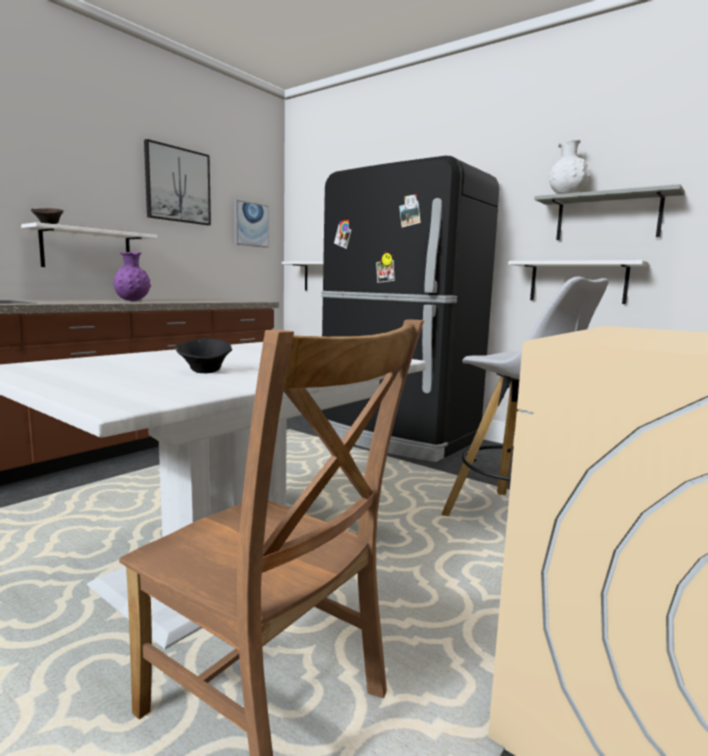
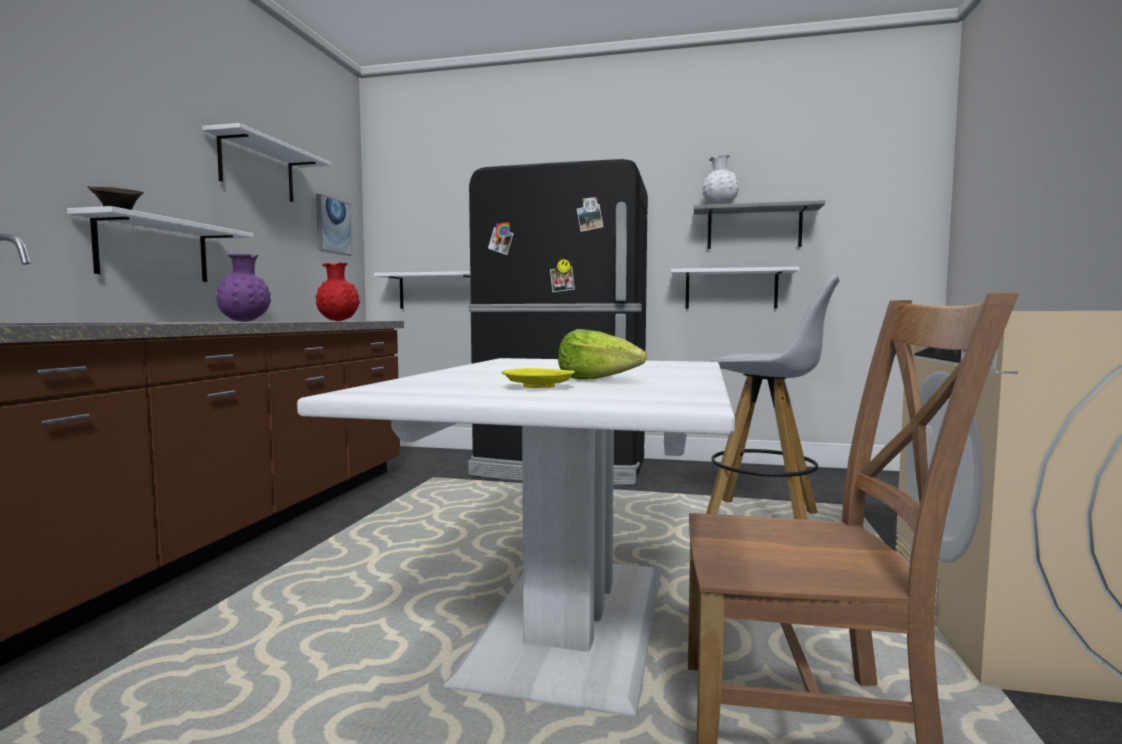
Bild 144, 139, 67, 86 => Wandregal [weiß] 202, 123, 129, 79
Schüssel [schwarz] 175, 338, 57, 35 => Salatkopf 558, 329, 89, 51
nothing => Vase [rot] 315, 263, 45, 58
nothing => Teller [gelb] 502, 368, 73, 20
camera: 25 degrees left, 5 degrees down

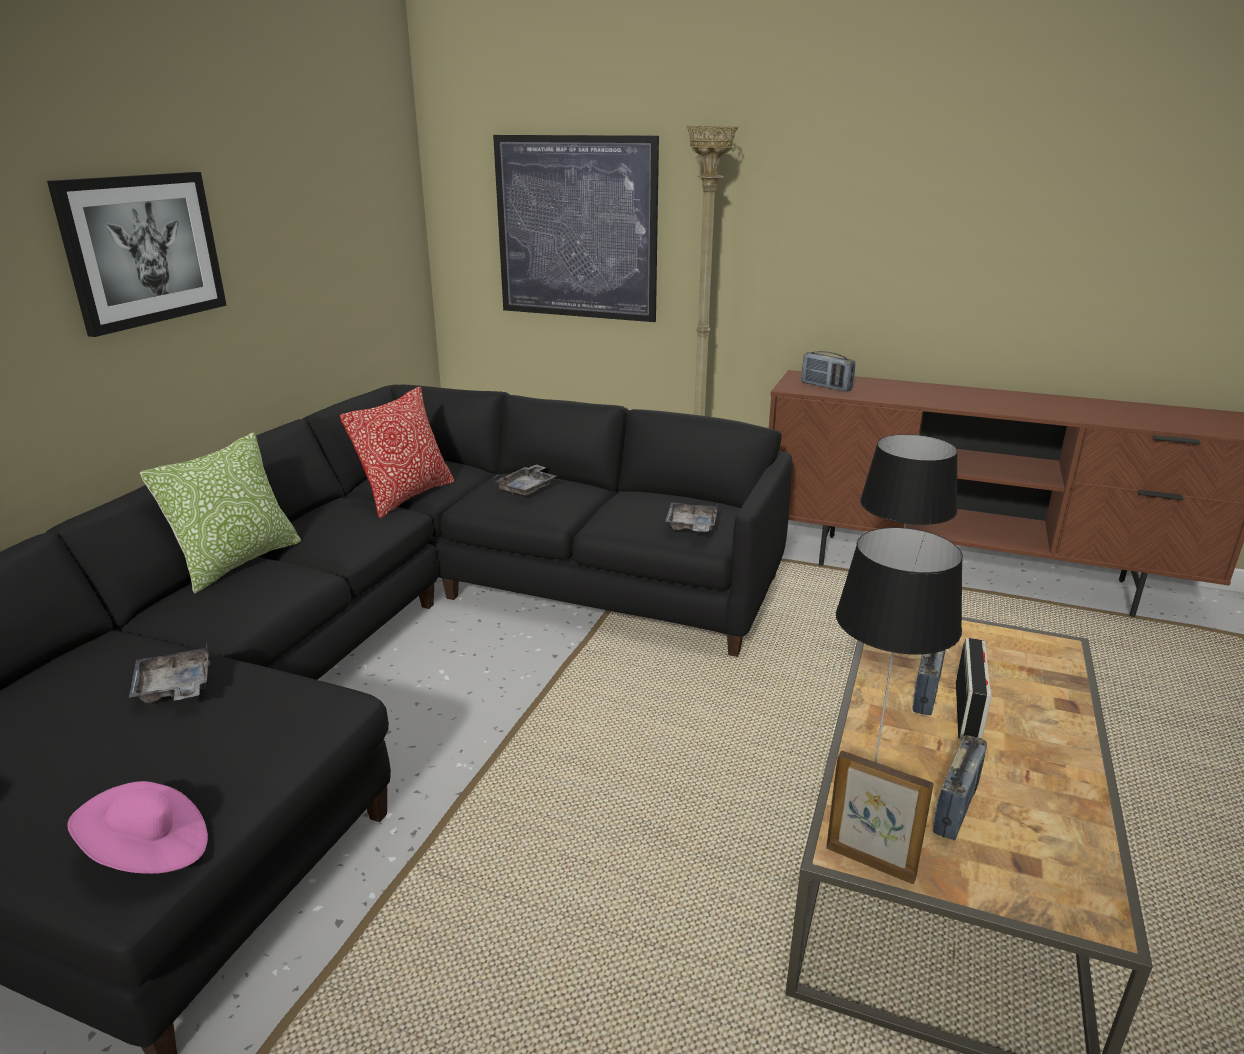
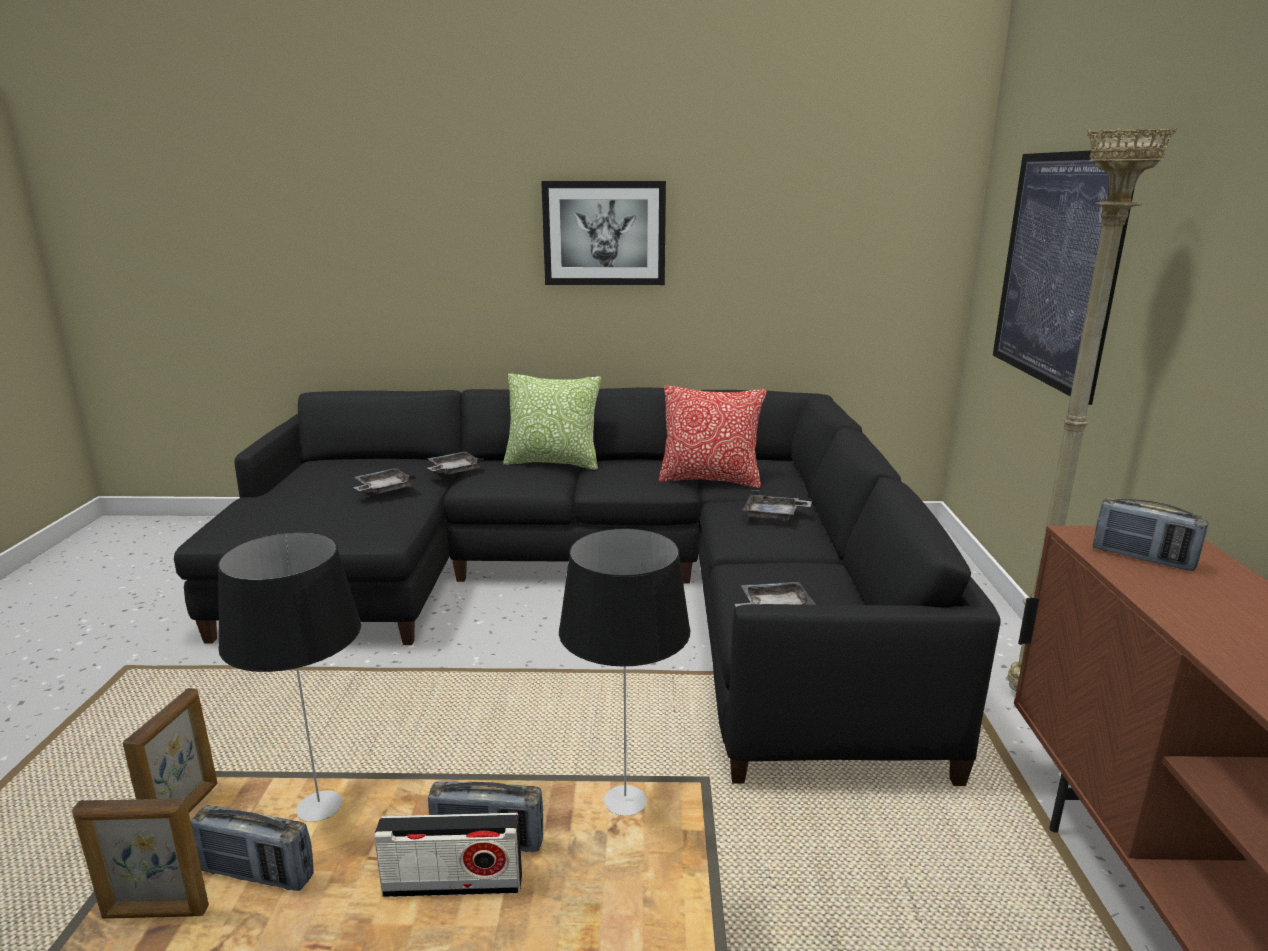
Radio 801, 351, 54, 40 => Radio 1093, 498, 115, 73, 75 degrees counterclockwise
Hut [rosa] 67, 781, 141, 93 => nothing
nothing => Tablett [grau] 427, 451, 57, 23
nothing => Bilderrahmen 72, 798, 137, 121
camera: 70 degrees right, 5 degrees down

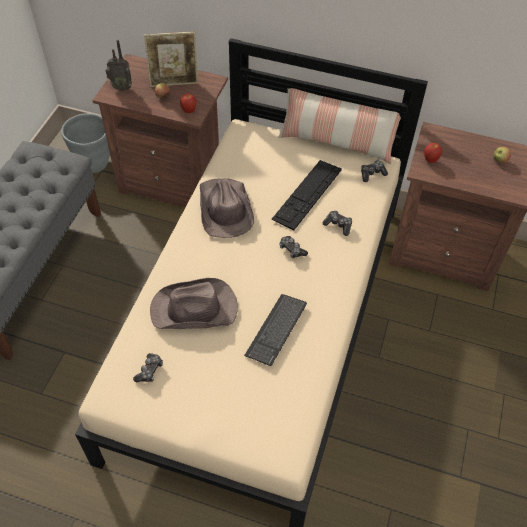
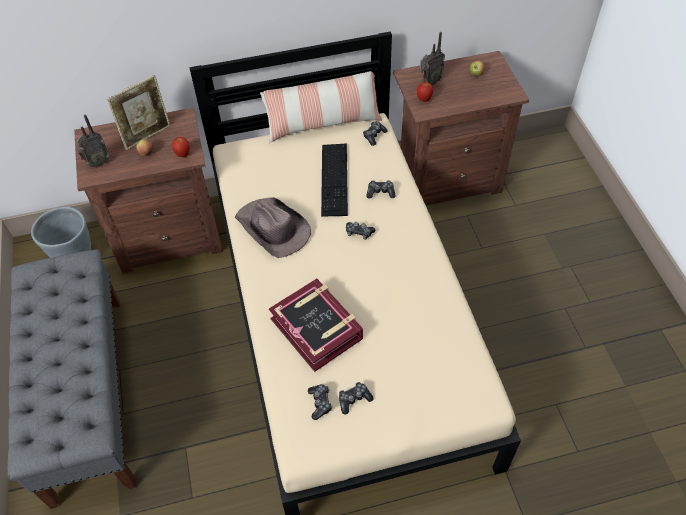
Hut [braun] 150, 278, 88, 51 => Buch 269, 278, 94, 94
Tastatur 244, 294, 63, 72 => nothing
nothing => Radio 420, 32, 25, 53
nothing => Gamepad 339, 382, 34, 32
camera: 30 degrees left, 0 degrees up

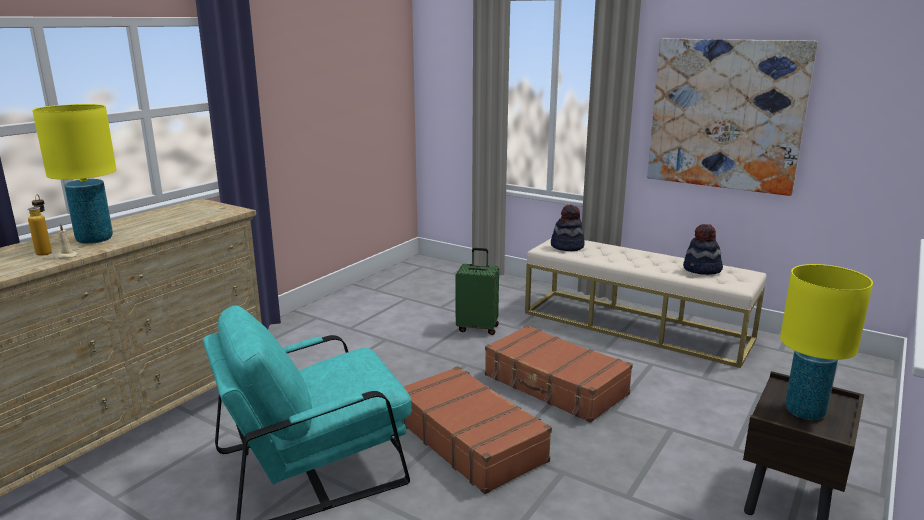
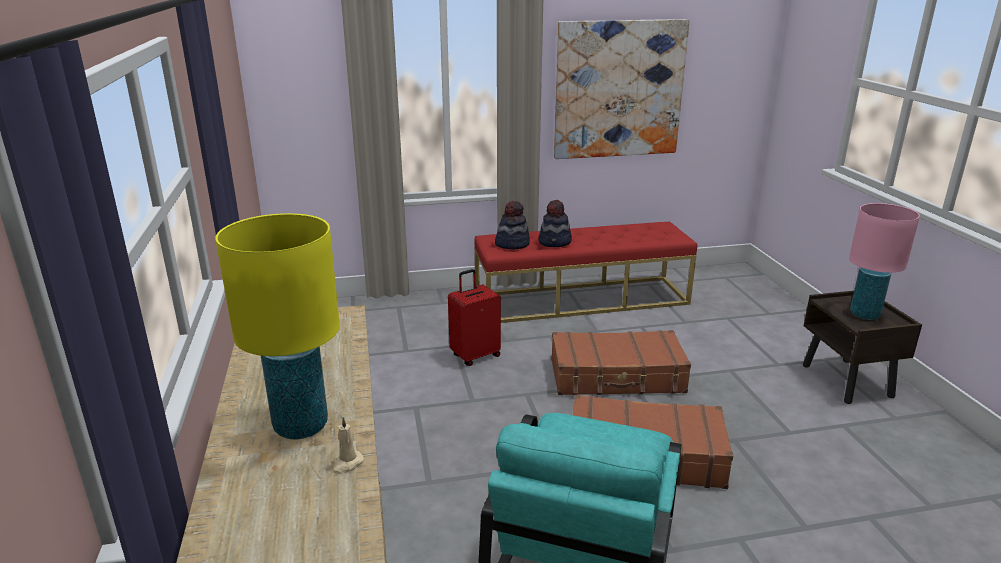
Flasche 28, 194, 24, 62 => nothing
Hut 683, 224, 40, 51 => Hut 538, 200, 34, 47, relocated
Bank [beige] 525, 239, 241, 129 => Bank [rot] 474, 222, 224, 101
Koffer [grün] 455, 248, 44, 87 => Koffer [rot] 448, 269, 53, 97
Tischlampe [gelb] 780, 264, 93, 156 => Tischlampe [rosa] 849, 203, 71, 117
camera: 45 degrees left, 5 degrees up

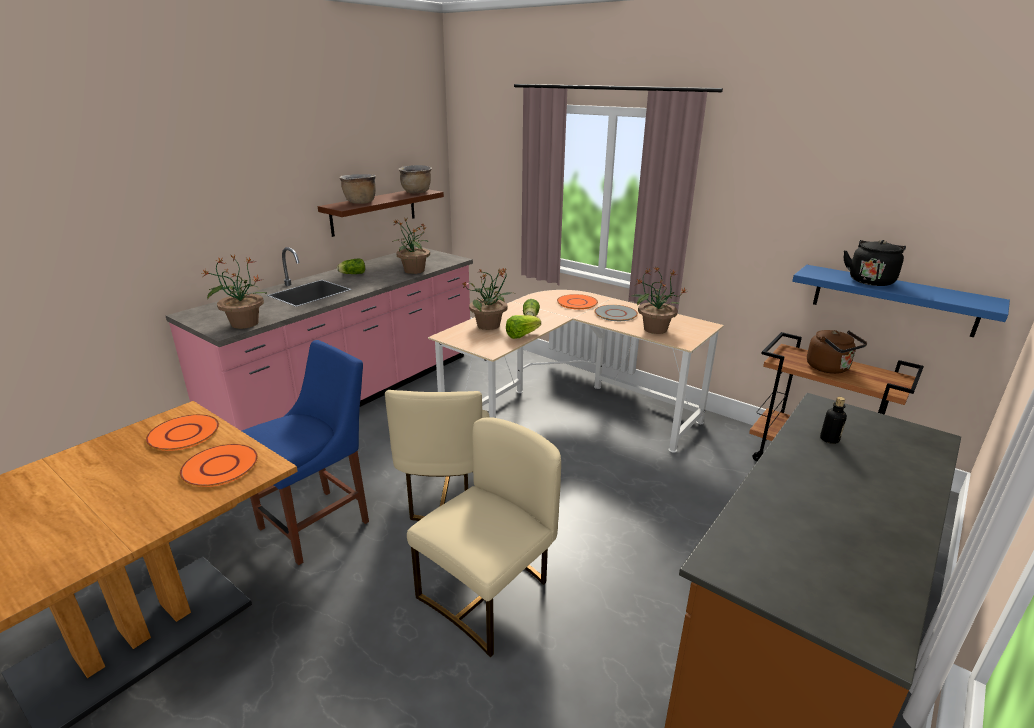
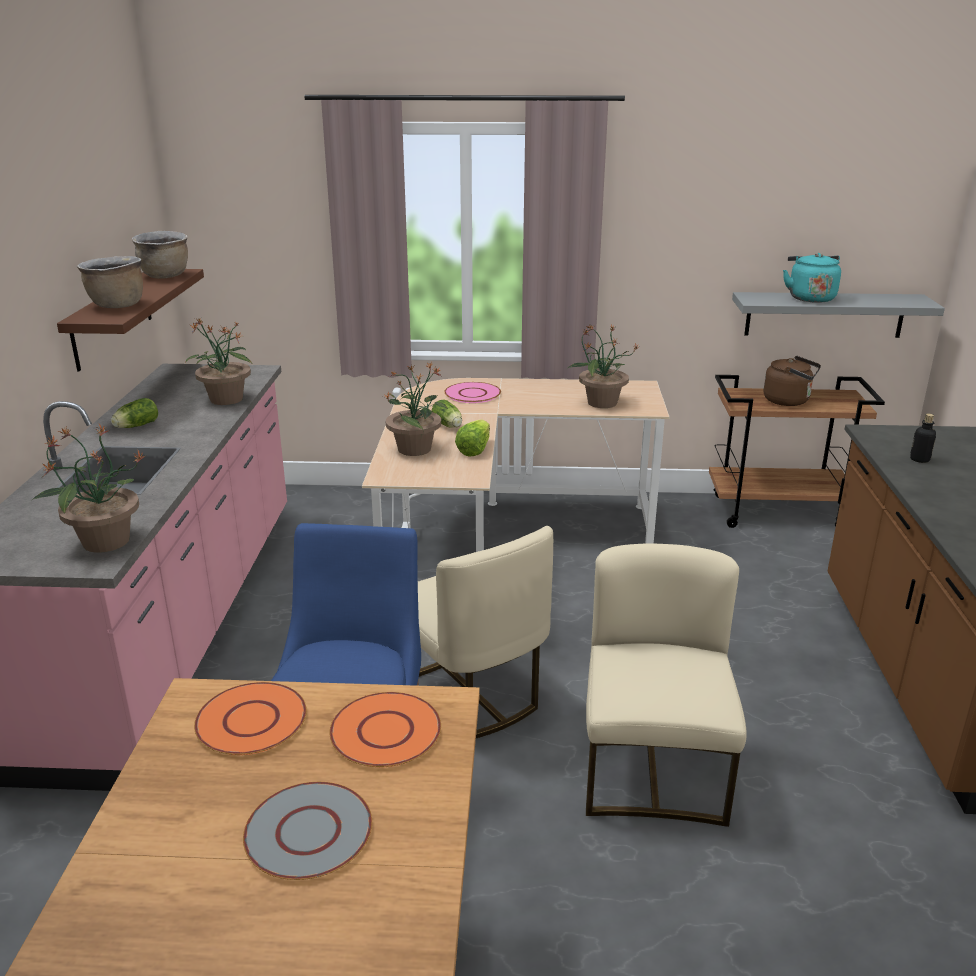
Wasserkessel [schwarz] 844, 240, 62, 46 => Wasserkessel [türkis] 783, 253, 58, 50
Wandregal [blau] 792, 265, 218, 72 => Wandregal [grau] 732, 292, 213, 46
Teller [orange] 557, 294, 41, 16 => Teller [rosa] 444, 382, 57, 21
Teller [grau] 595, 305, 43, 16 => Teller [grau] 243, 782, 129, 98, relocated
camera: 35 degrees left, 0 degrees up

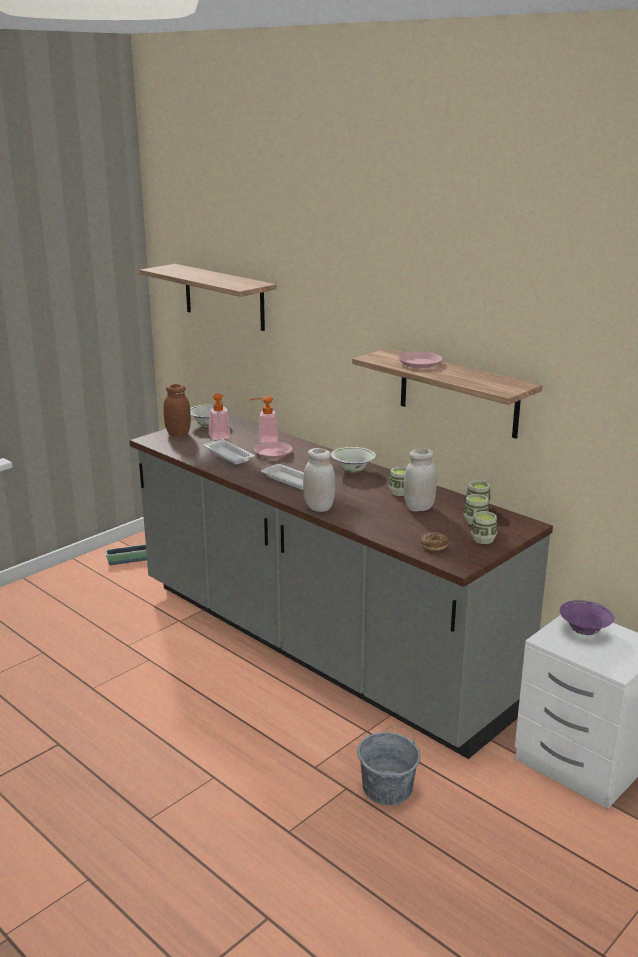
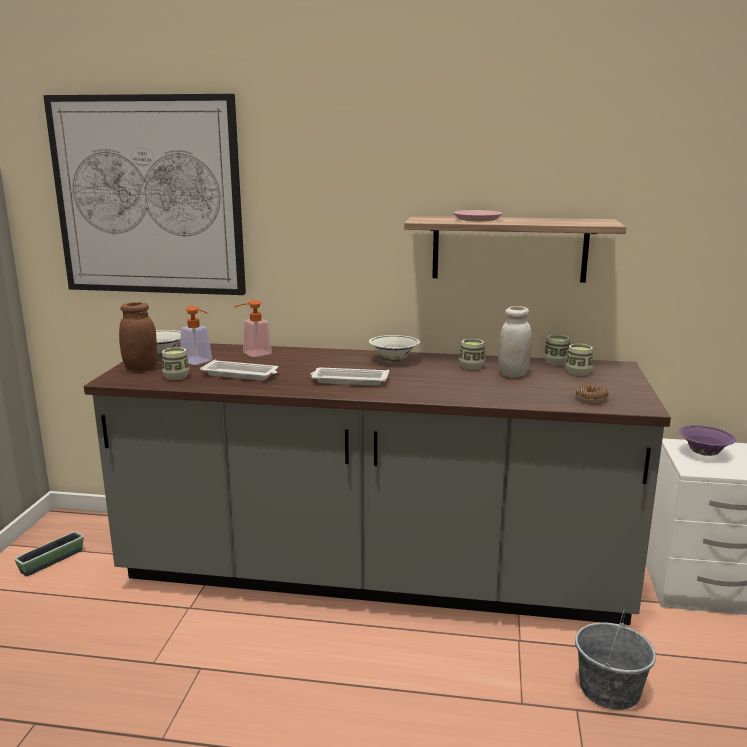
Wandregal 139, 264, 138, 67 => Bild 43, 94, 203, 201
Teller [rosa] 254, 442, 39, 17 => nothing
Vorratsglas [weiß] 303, 448, 32, 64 => nothing
Tasse 471, 511, 26, 33 => Tasse 162, 347, 27, 33, relocated
camera: 35 degrees left, 5 degrees down

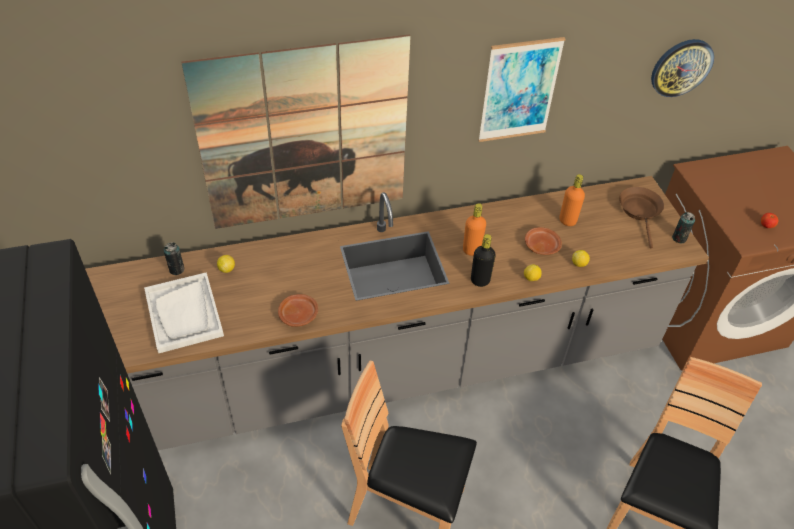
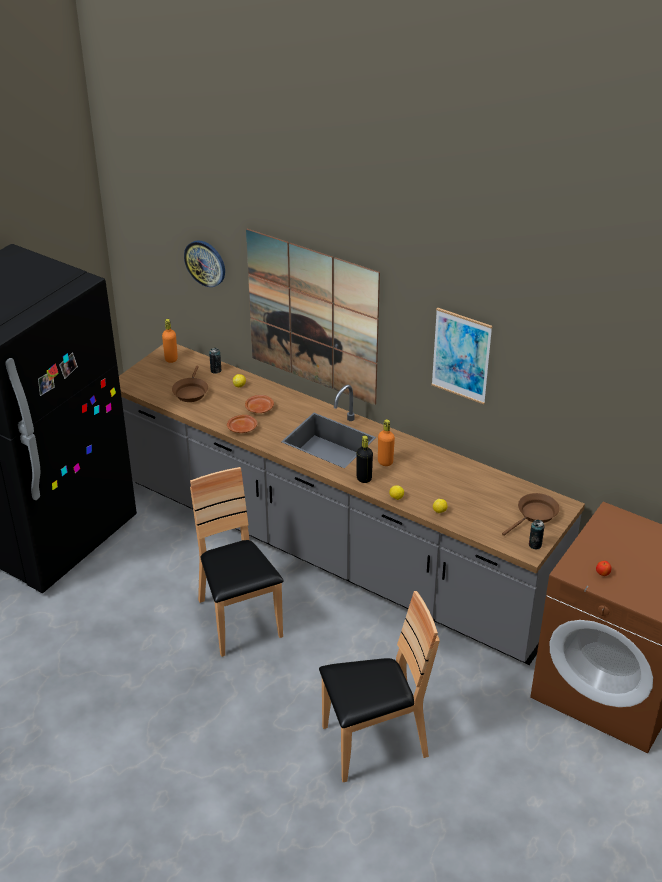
Wanduhr 651, 39, 63, 58 => Wanduhr 184, 240, 41, 47, relocated
Flasche [orange] 559, 174, 26, 52 => Flasche [orange] 162, 319, 16, 44, relocated
Teller [braun] 525, 227, 37, 28 => Teller [braun] 245, 395, 29, 18, relocated
Tablett [weiß] 144, 272, 80, 81 => Pfanne [braun] 172, 366, 36, 36
camera: 50 degrees right, 10 degrees down

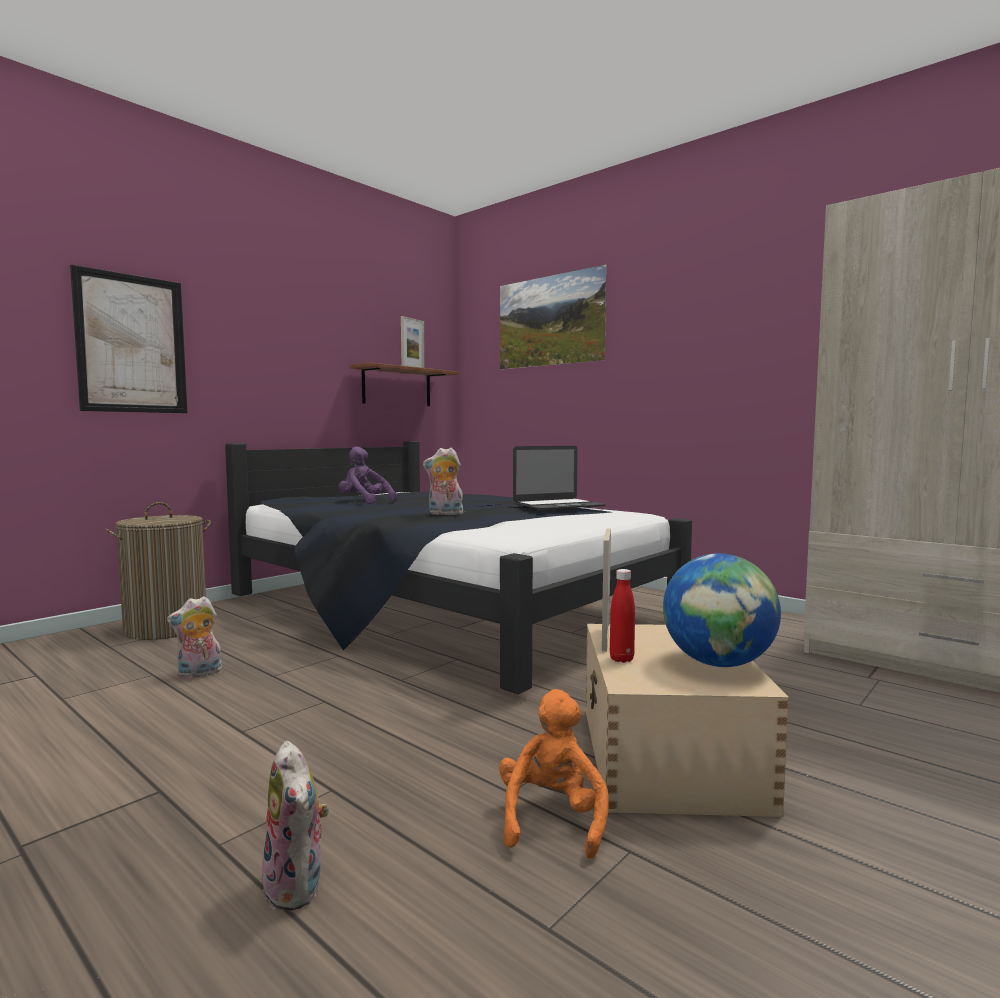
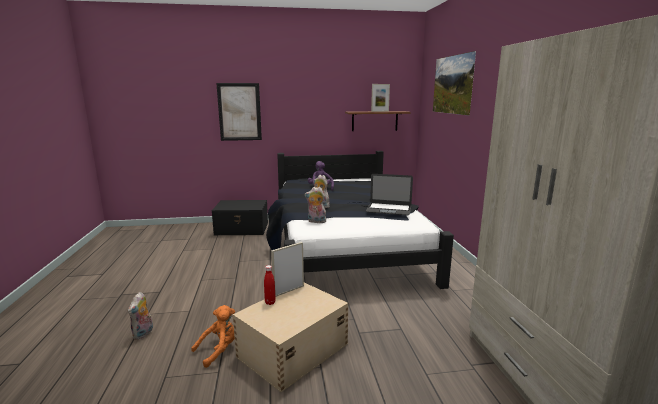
Wäschekorb 105, 502, 106, 138 => Aufbewahrungsbox [schwarz] 212, 200, 56, 35
Globus 663, 553, 118, 114 => nothing
Plüschtier 167, 596, 55, 82 => Plüschtier 305, 187, 21, 36, relocated
camera: 40 degrees right, 10 degrees up

